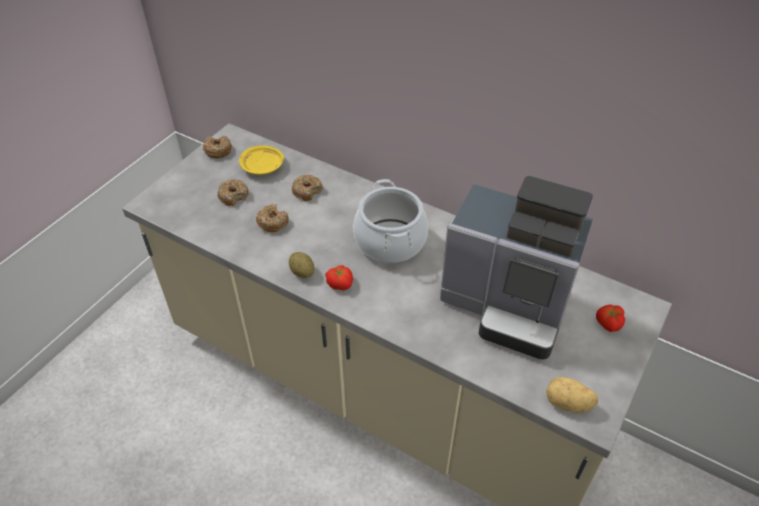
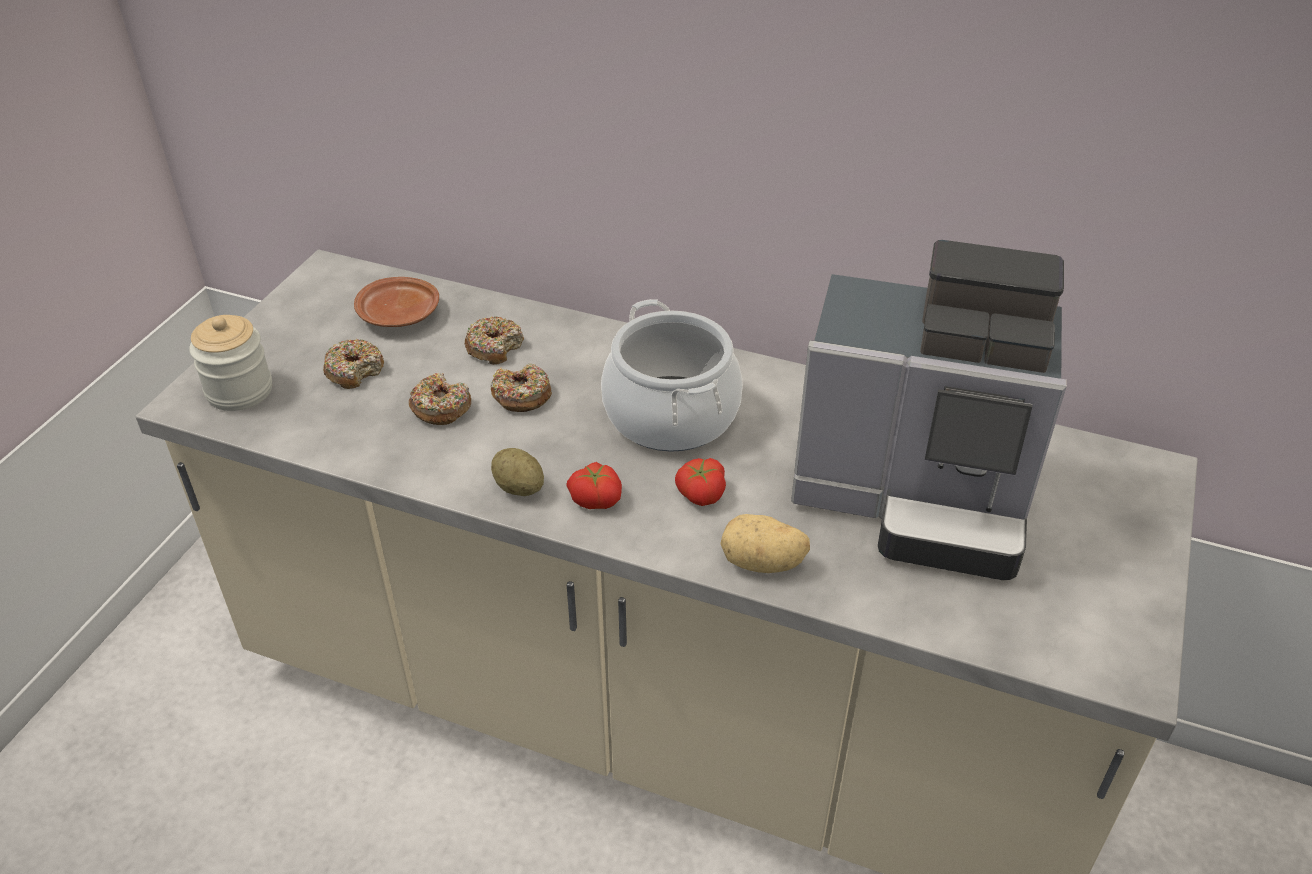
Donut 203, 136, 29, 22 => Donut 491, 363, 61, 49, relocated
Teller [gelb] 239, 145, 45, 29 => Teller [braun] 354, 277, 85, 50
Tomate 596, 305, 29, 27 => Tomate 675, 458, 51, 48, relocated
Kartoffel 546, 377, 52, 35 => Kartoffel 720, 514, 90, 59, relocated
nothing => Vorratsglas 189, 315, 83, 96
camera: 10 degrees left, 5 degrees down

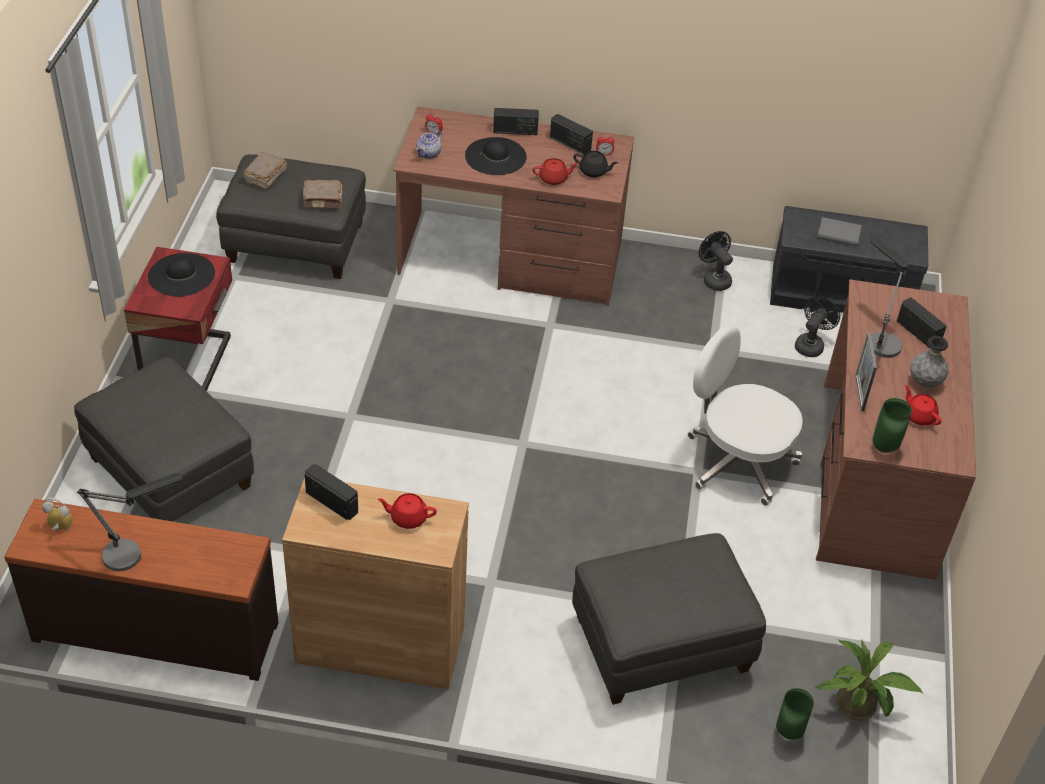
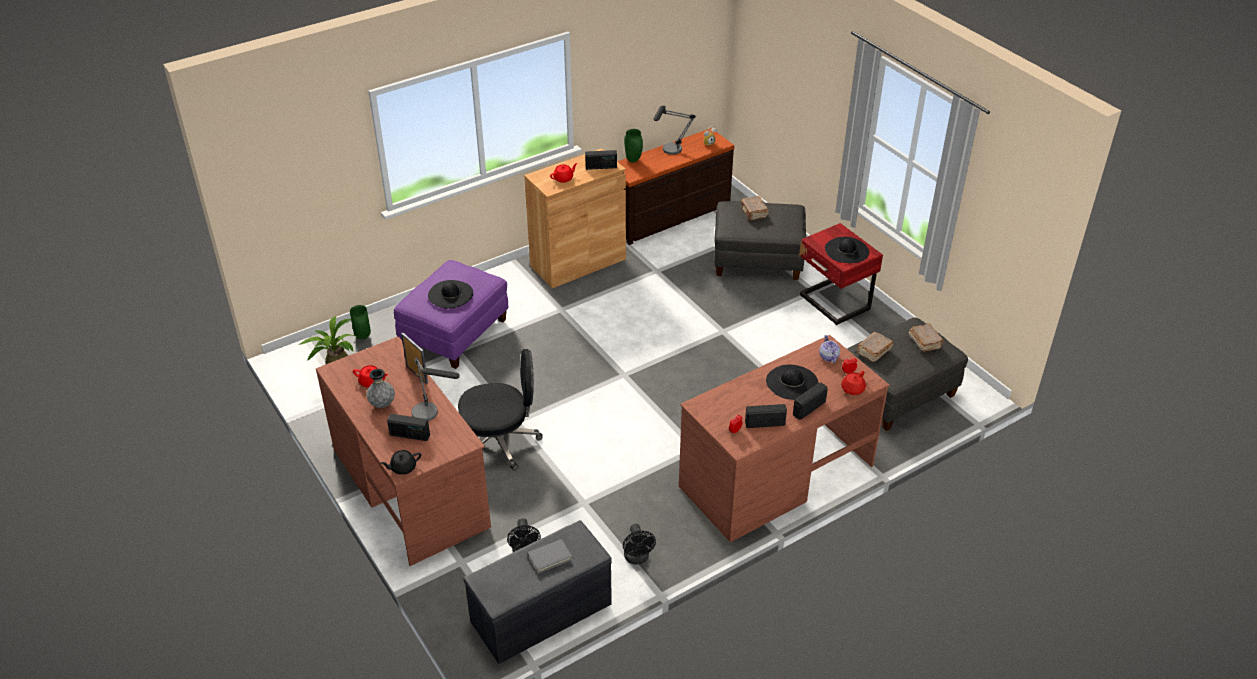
Teekanne [schwarz] 574, 151, 44, 26 => Teekanne [schwarz] 380, 450, 41, 25, relocated
Teekanne [rot] 532, 158, 47, 27 => Teekanne [rot] 841, 371, 25, 24, relocated
Ventilator [schwarz] 699, 231, 34, 60 => Ventilator [schwarz] 623, 524, 33, 41, 60 degrees clockwise
Bürostuhl [weiß] 688, 325, 115, 181 => Bürostuhl [schwarz] 458, 349, 85, 121
Vase [grün] 873, 398, 39, 55 => Vase [grün] 624, 129, 19, 34, relocated
Polsterhocker [grau] 572, 533, 194, 172 => Polsterhocker [lila] 394, 260, 114, 109
nothing => Buch [braun] 740, 196, 29, 24
nothing => Hut [schwarz] 428, 280, 45, 29
camera: 140 degrees right, 5 degrees down

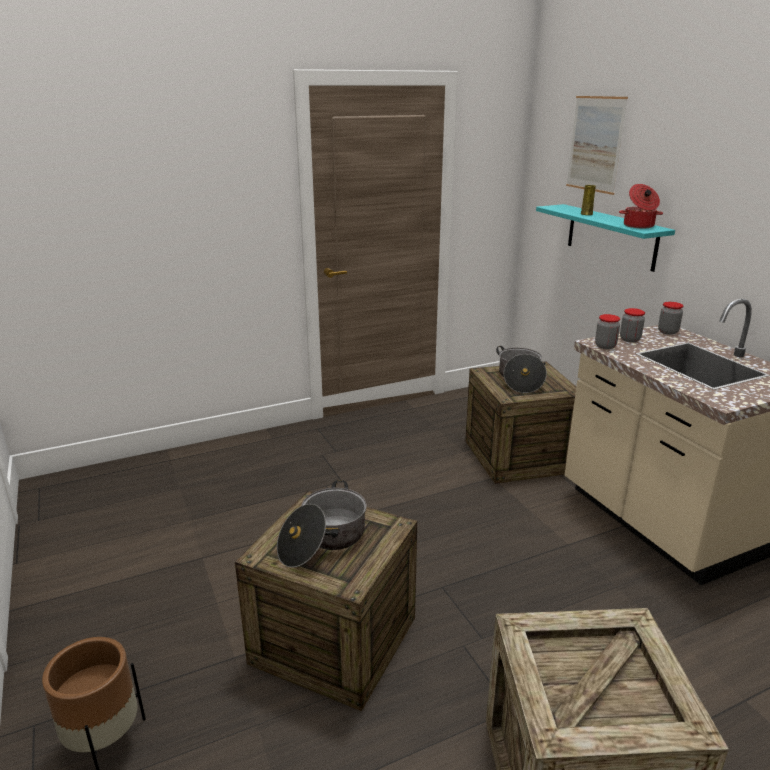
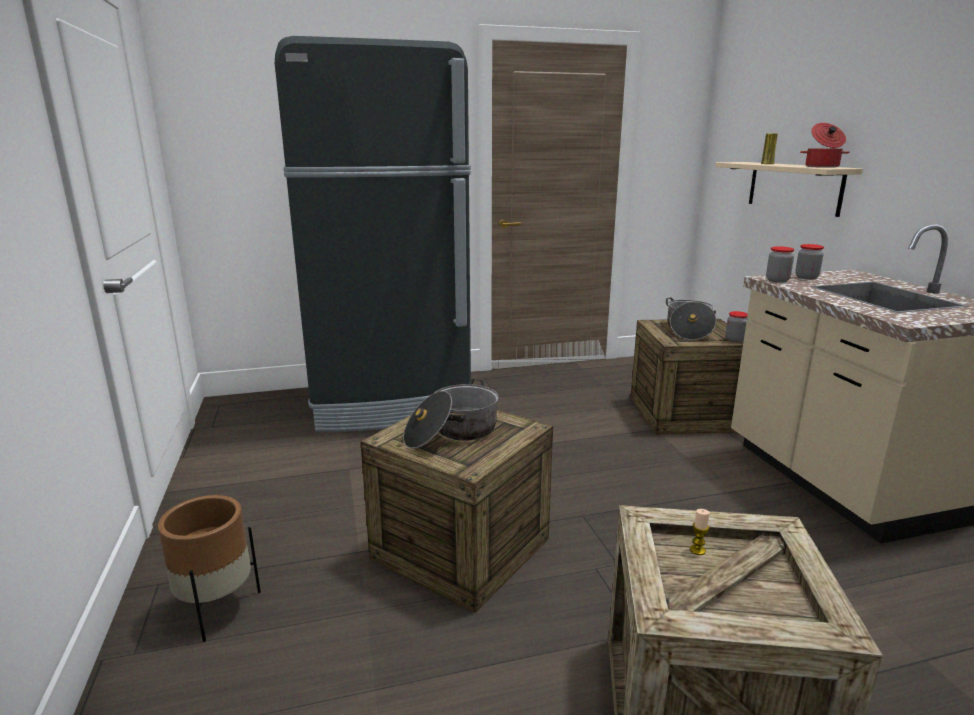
Bild 566, 96, 62, 99 => nothing
Wandregal [türkis] 536, 204, 139, 68 => Wandregal [beige] 715, 162, 148, 55
Vorratsglas 658, 302, 25, 33 => Vorratsglas 725, 311, 23, 32, relocated
nothing => Kühlschrank [schwarz] 275, 36, 196, 396
nothing => Kerze 690, 509, 20, 46
camera: 10 degrees right, 5 degrees down

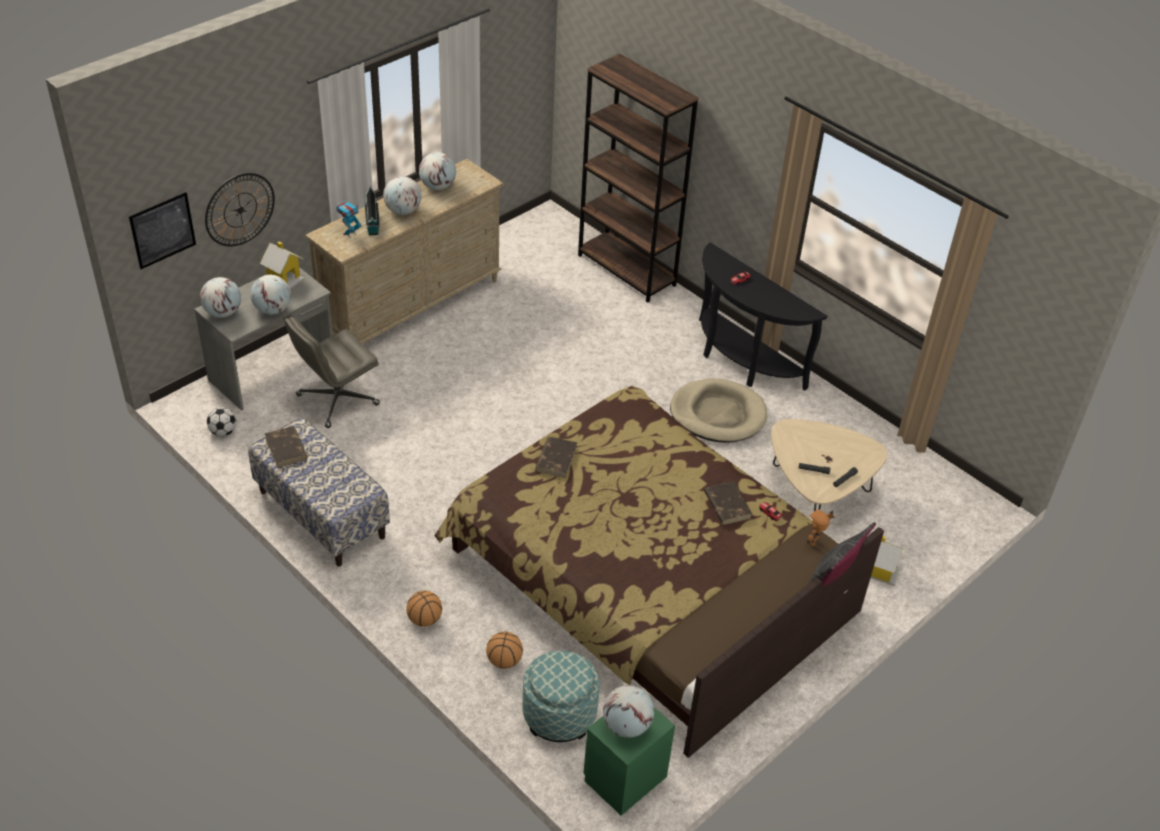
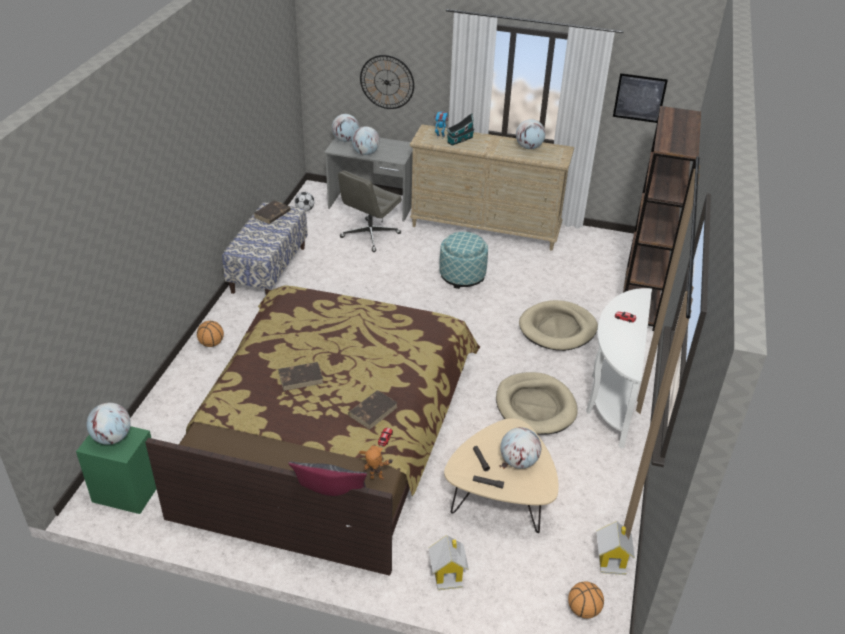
Globus 383, 176, 39, 39 => Globus 500, 427, 41, 42, relocated
Bild 129, 192, 67, 77 => Bild 613, 73, 55, 50, relocated
Spielzeughaus 260, 241, 44, 48 => Spielzeughaus 596, 521, 39, 54, relocated
Konsolentisch [schwarz] 699, 242, 128, 149 => Konsolentisch [weiß] 586, 288, 66, 160
Bürostuhl [grau] 284, 317, 96, 111 => Bürostuhl [grau] 338, 170, 64, 82, 75 degrees counterclockwise
Buch [braun] 535, 437, 42, 41 => Buch [braun] 278, 362, 45, 29, relocated
Basketball 486, 632, 37, 37 => Basketball 568, 581, 36, 37, relocated
Polsterhocker 522, 651, 77, 91 => Polsterhocker 439, 232, 49, 57, relocated
nothing => Hundebett [beige] 519, 300, 79, 51
camera: 60 degrees right, 5 degrees down

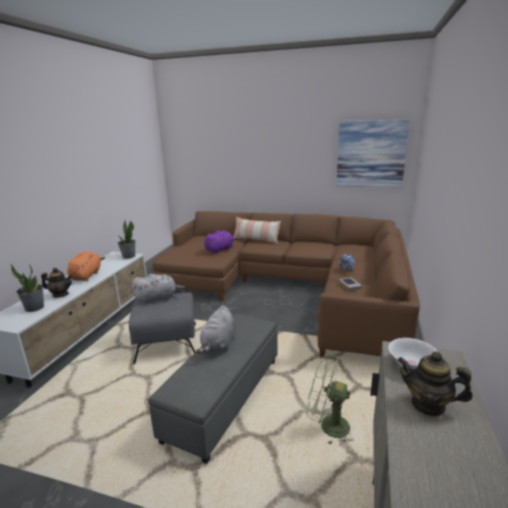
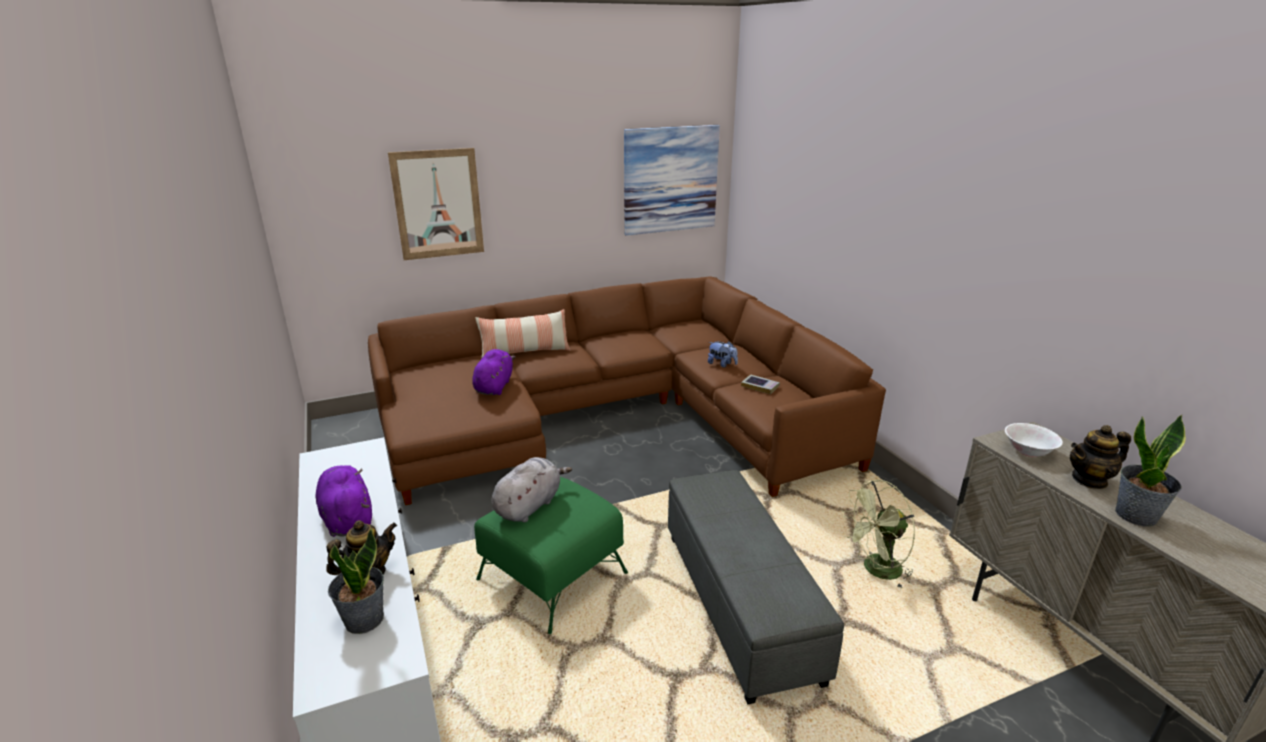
Topfpflanze 118, 220, 17, 39 => Topfpflanze 1115, 415, 71, 112, relocated
Plüschtier [orange] 67, 251, 38, 30 => Plüschtier [lila] 315, 465, 57, 72
Polsterhocker [grau] 129, 293, 67, 71 => Polsterhocker [grün] 474, 477, 154, 157
Plüschtier [grau] 196, 305, 40, 49 => nothing
nothing => Bild 388, 148, 96, 112
camera: 40 degrees left, 5 degrees up

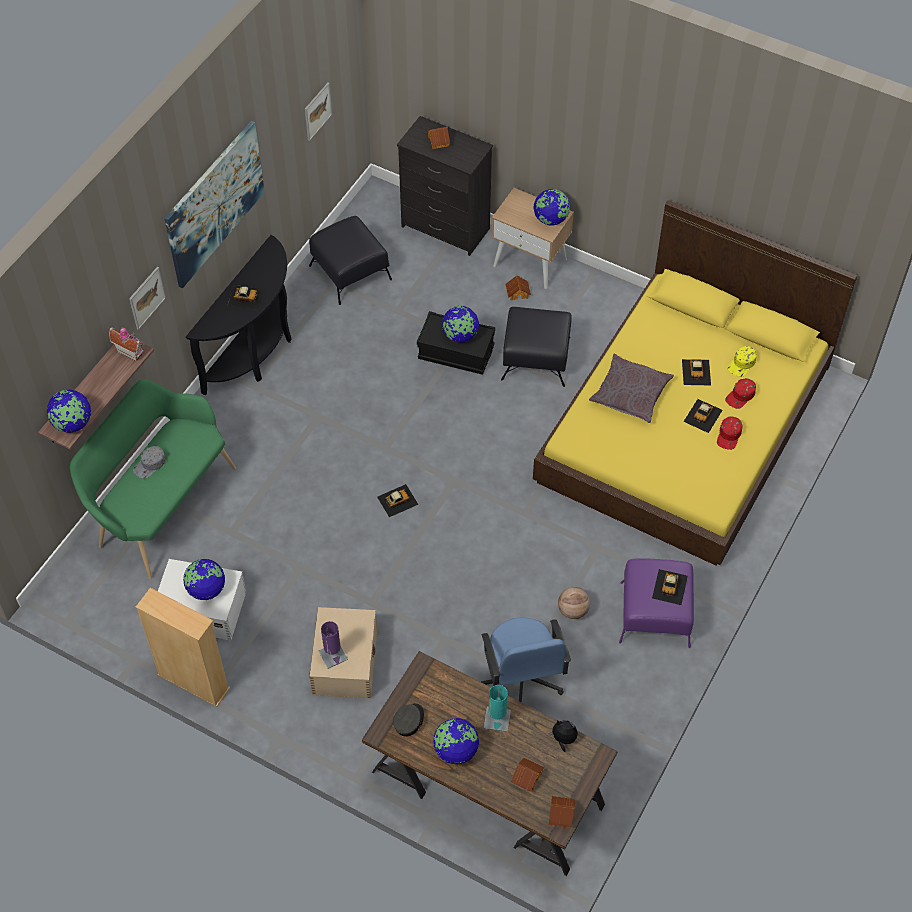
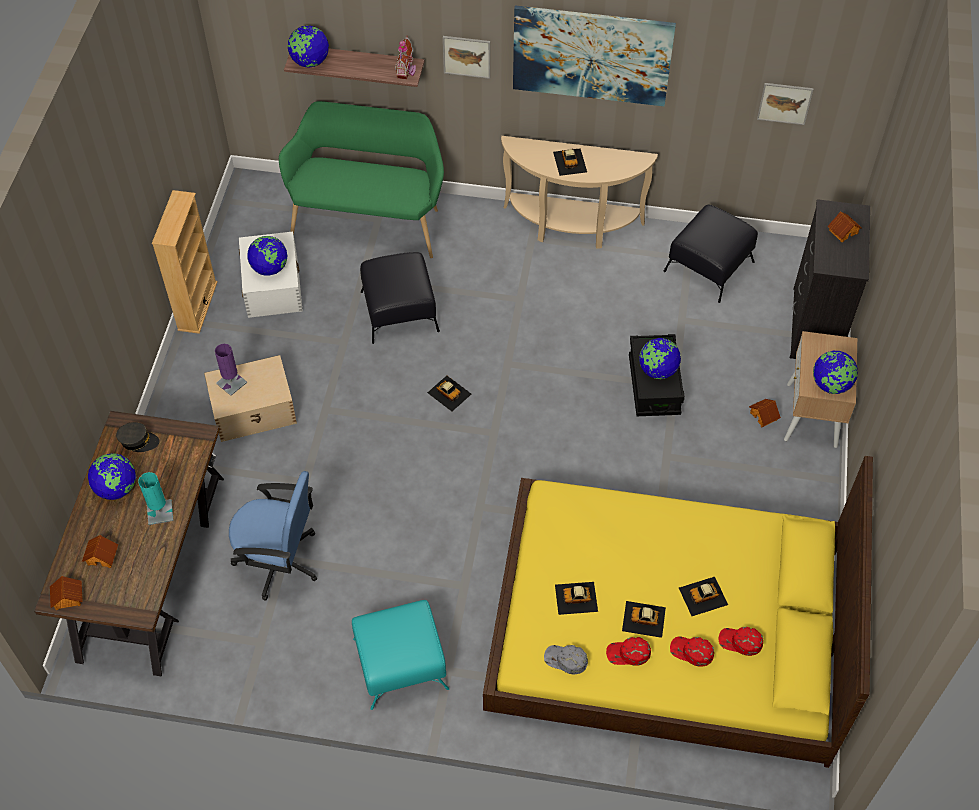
Konsolentisch [schwarz] 186, 235, 106, 160 => Konsolentisch [beige] 501, 136, 157, 113
Polsterhocker [schwarz] 501, 307, 70, 80 => Polsterhocker [schwarz] 360, 252, 80, 92, relocated
Kappe [gelb] 728, 346, 28, 31 => Kappe [rot] 719, 627, 44, 29
Kissen [grau] 589, 354, 85, 69 => nothing
Kappe [grau] 133, 446, 33, 33 => Kappe [grau] 544, 645, 44, 29, relocated
Polsterhocker [lila] 619, 558, 75, 90 => Polsterhocker [türkis] 352, 600, 97, 110
Spielzeugauto 652, 569, 36, 36 => Spielzeugauto 555, 582, 43, 33, relocated
Basketball 558, 587, 32, 32 => nothing
Bürostuhl [blau] 481, 617, 90, 86 => Bürostuhl [blau] 229, 471, 88, 130, 135 degrees counterclockwise
Plüschtier 548, 720, 30, 32 => nothing
camera: 70 degrees right, 0 degrees up

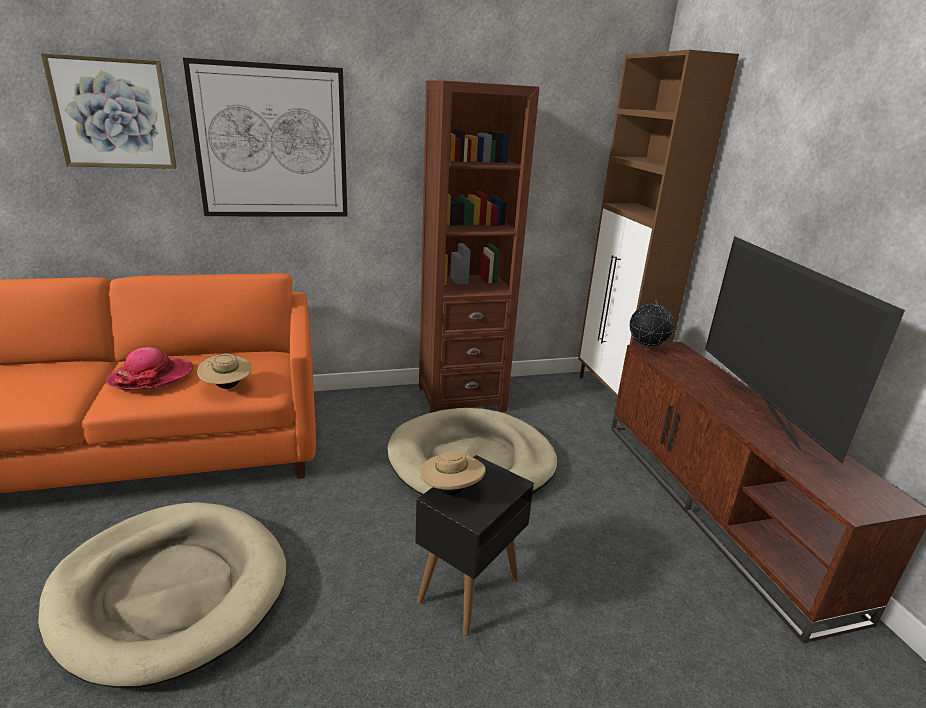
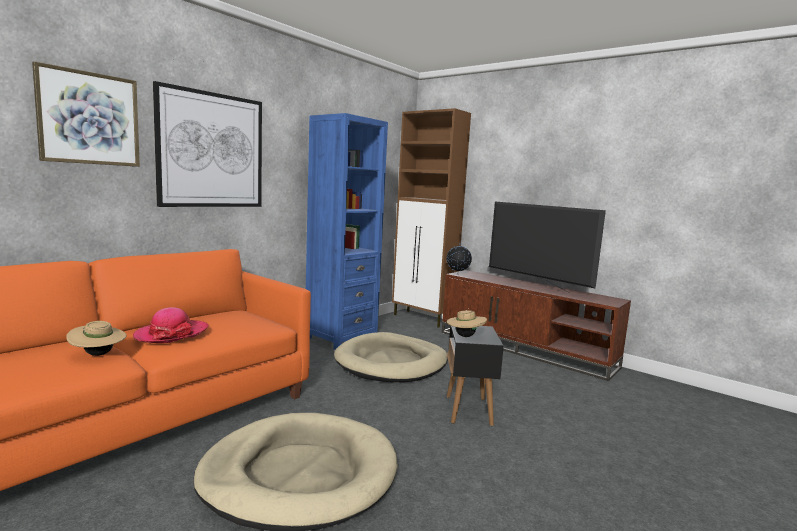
Bücherregal [braun] 419, 81, 121, 332 => Bücherregal [blau] 306, 113, 82, 237
Hut [beige] 197, 354, 55, 35 => Hut [beige] 66, 321, 60, 35, relocated
camera: 35 degrees left, 15 degrees down

